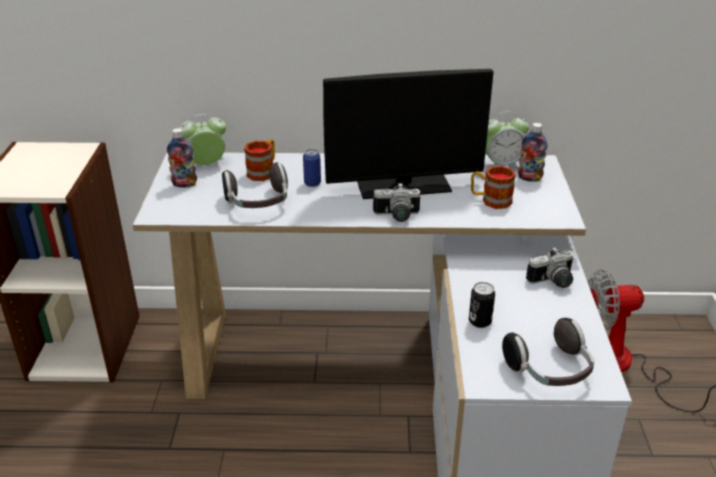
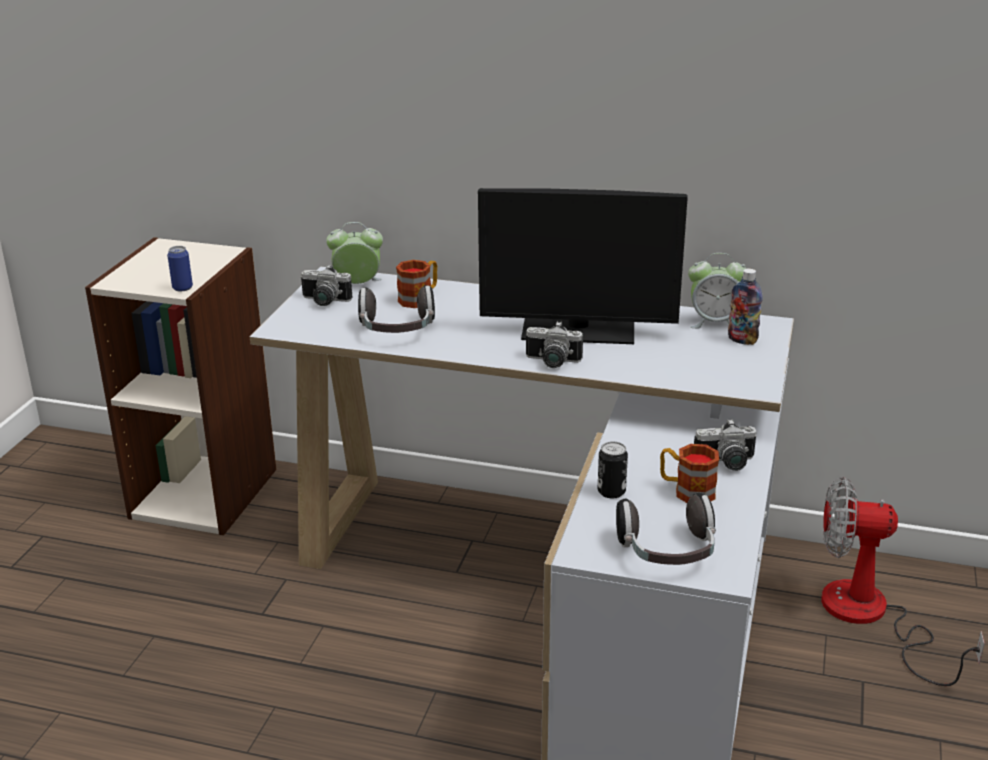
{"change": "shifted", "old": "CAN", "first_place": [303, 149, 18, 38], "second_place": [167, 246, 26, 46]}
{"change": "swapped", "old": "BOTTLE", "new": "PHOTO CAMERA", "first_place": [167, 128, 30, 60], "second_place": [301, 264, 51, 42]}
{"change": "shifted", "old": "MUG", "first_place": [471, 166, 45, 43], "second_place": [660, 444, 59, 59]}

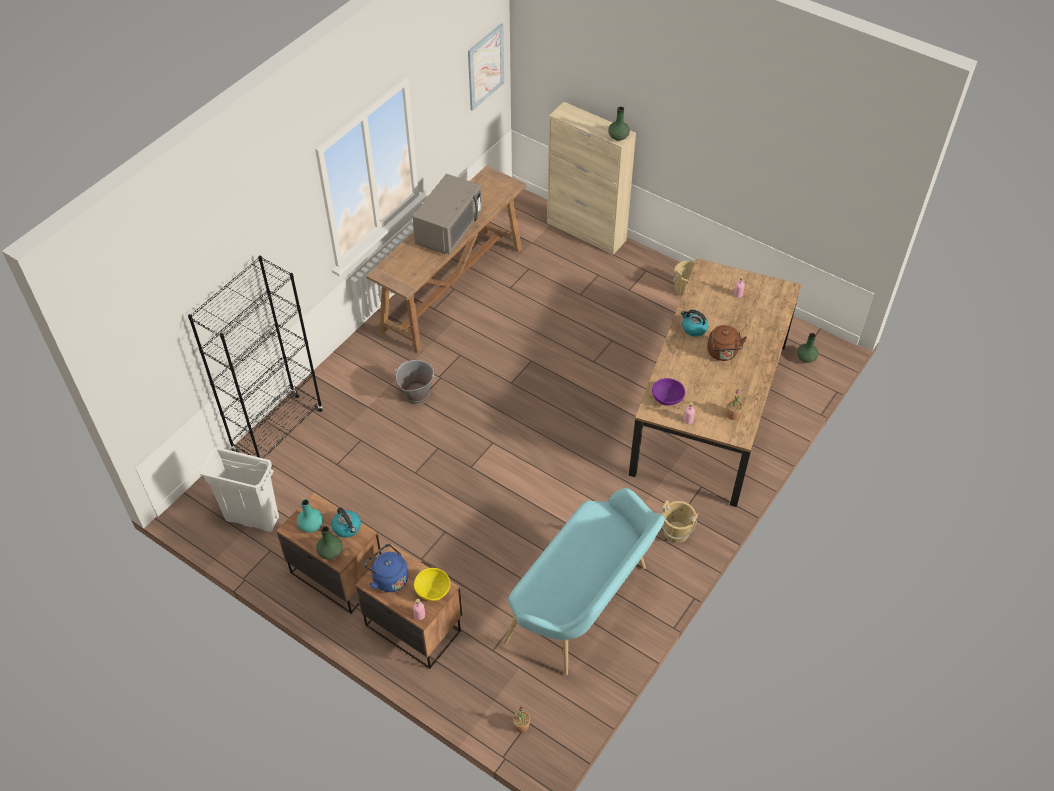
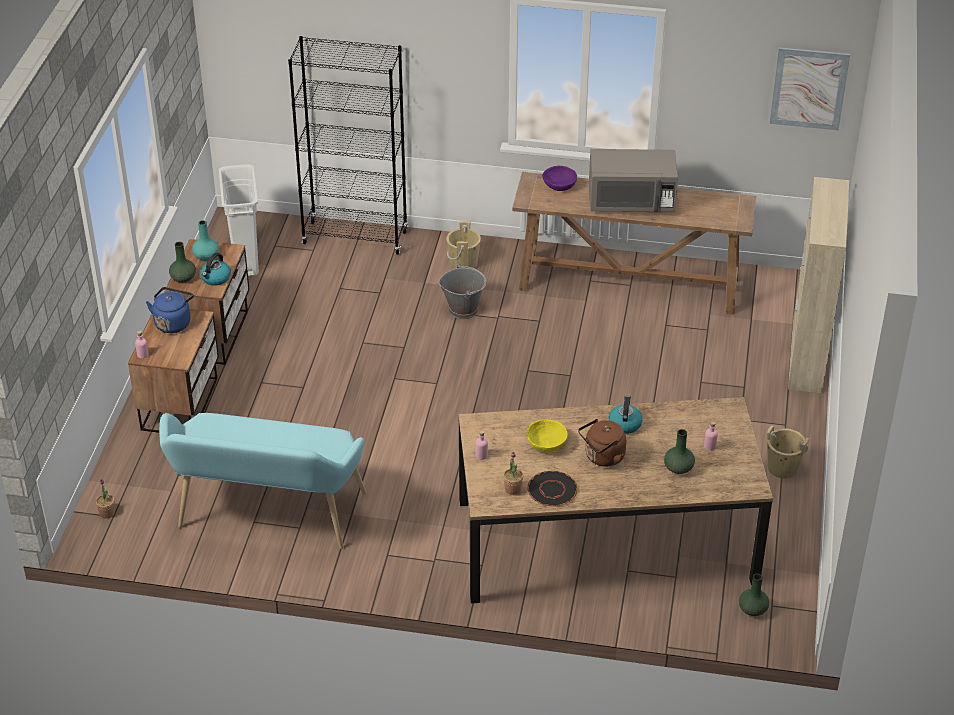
{"change": "shifted", "old": "BEIGE BUCKET", "first_place": [661, 500, 37, 43], "second_place": [446, 221, 35, 48]}
{"change": "shifted", "old": "YELLOW BOWL", "first_place": [414, 568, 36, 33], "second_place": [527, 420, 41, 32]}
{"change": "new", "new": "BLACK PLATE", "second_place": [527, 471, 51, 36]}
{"change": "shifted", "old": "PURPLE BOWL", "first_place": [652, 378, 33, 28], "second_place": [543, 166, 34, 25]}
{"change": "shifted", "old": "GREEN VASE", "first_place": [608, 107, 22, 34], "second_place": [664, 429, 31, 45]}

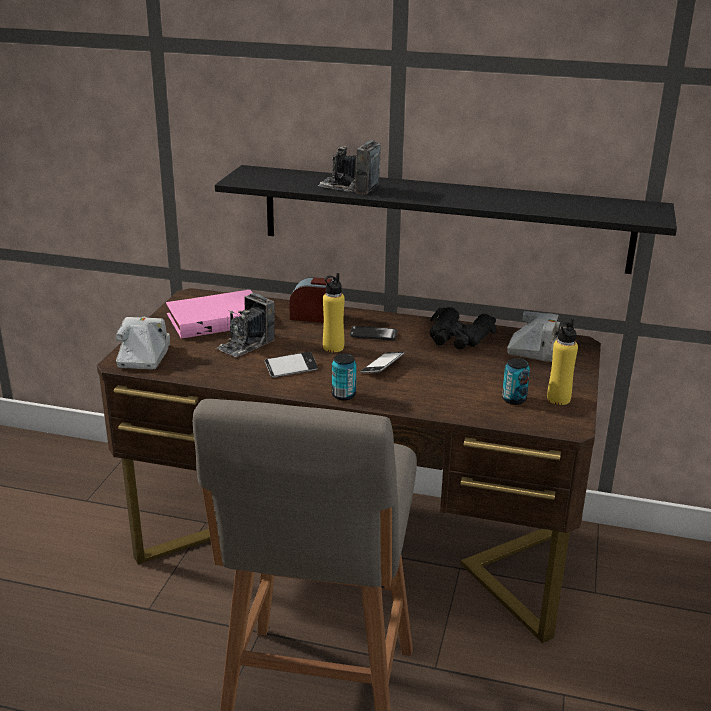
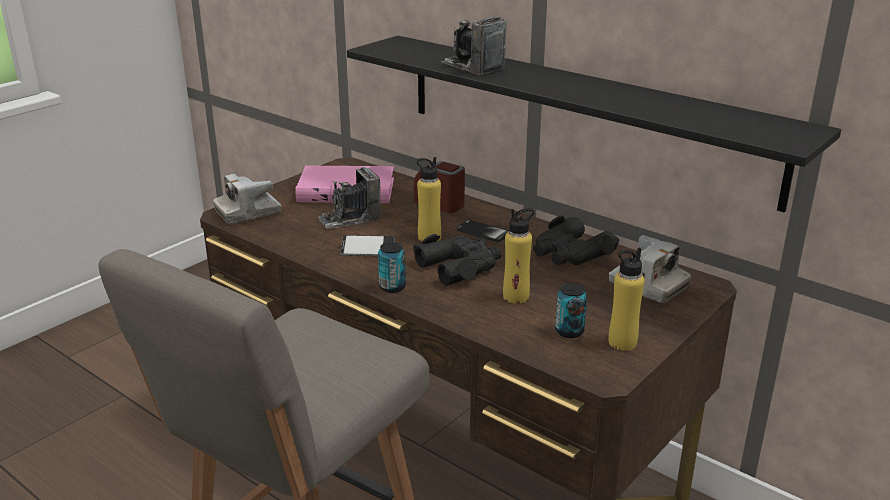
{"change": "rotated", "old": "PHOTO CAMERA", "first_place": [116, 317, 54, 53], "second_place": [213, 174, 68, 50], "degrees": -150}
{"change": "swapped", "old": "PHONE", "new": "BLACK BINOCULARS", "first_place": [360, 352, 44, 21], "second_place": [413, 234, 88, 52]}
{"change": "new", "new": "YELLOW BOTTLE", "second_place": [503, 208, 31, 96]}

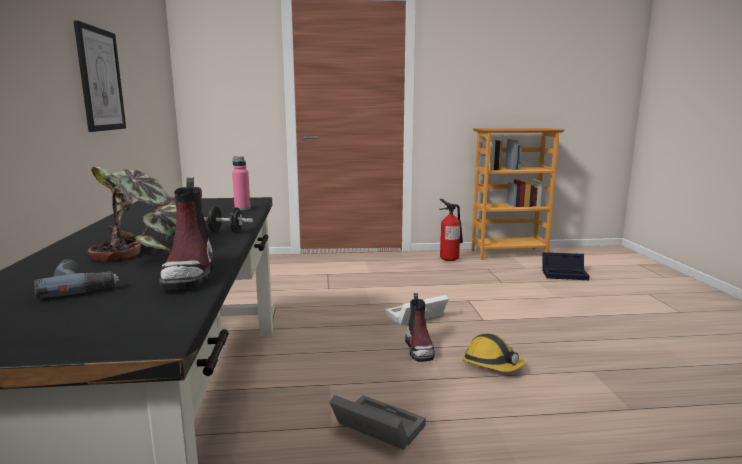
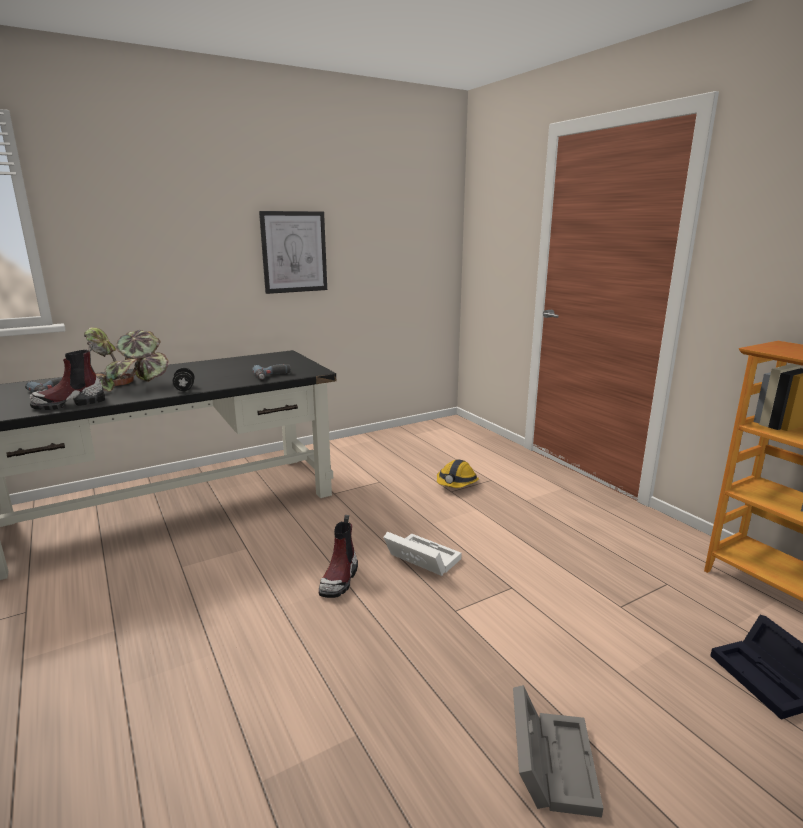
{"change": "swapped", "old": "PINK BOTTLE", "new": "POWER DRILL", "first_place": [232, 156, 19, 54], "second_place": [252, 364, 39, 16]}
{"change": "rotated", "old": "BOOT", "first_place": [405, 293, 30, 69], "second_place": [319, 515, 39, 83], "degrees": -45}
{"change": "shifted", "old": "HARD HAT", "first_place": [462, 333, 63, 39], "second_place": [437, 459, 42, 29]}
{"change": "shifted", "old": "GREY STORAGE BOX", "first_place": [329, 395, 97, 55], "second_place": [513, 685, 90, 132]}
{"change": "gone", "old": "FIRE EXTINGUISHER", "first_place": [439, 199, 24, 62]}

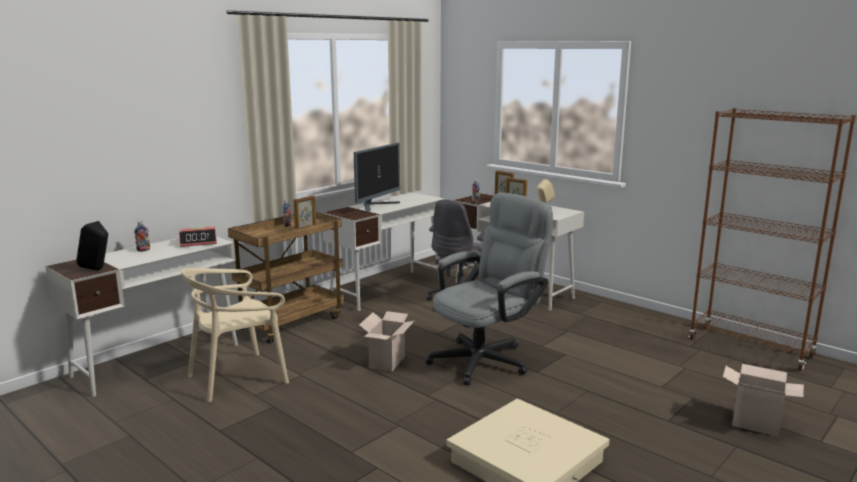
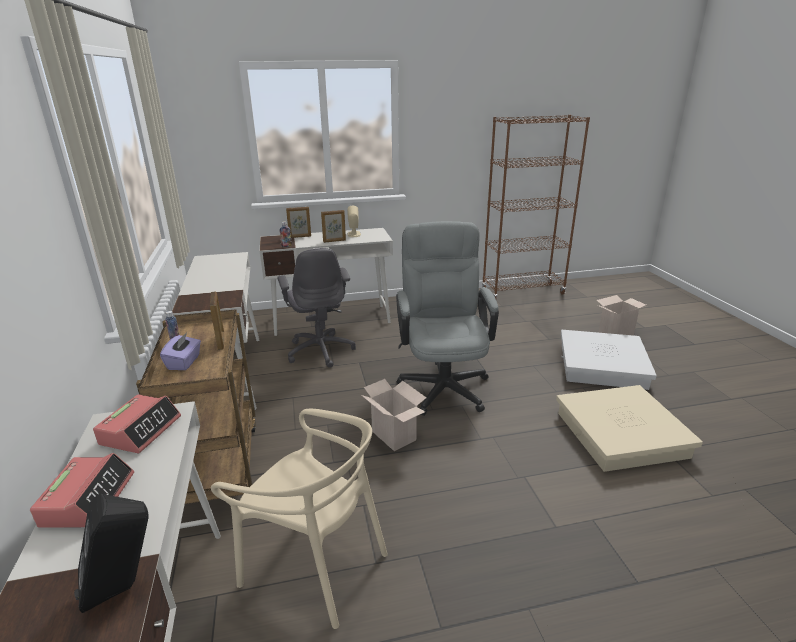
{"change": "swapped", "old": "BOTTLE", "new": "ALARM CLOCK", "first_place": [134, 221, 16, 31], "second_place": [30, 453, 104, 75]}
{"change": "new", "new": "PURPLE TISSUE BOX", "second_place": [160, 332, 41, 38]}
{"change": "rotated", "old": "BEIGE CHAIR", "first_place": [181, 268, 108, 134], "second_place": [211, 409, 177, 220], "degrees": -60}
{"change": "new", "new": "WHITE STORAGE BOX", "second_place": [561, 330, 96, 60]}
{"change": "gone", "old": "MONITOR", "first_place": [354, 143, 46, 70]}

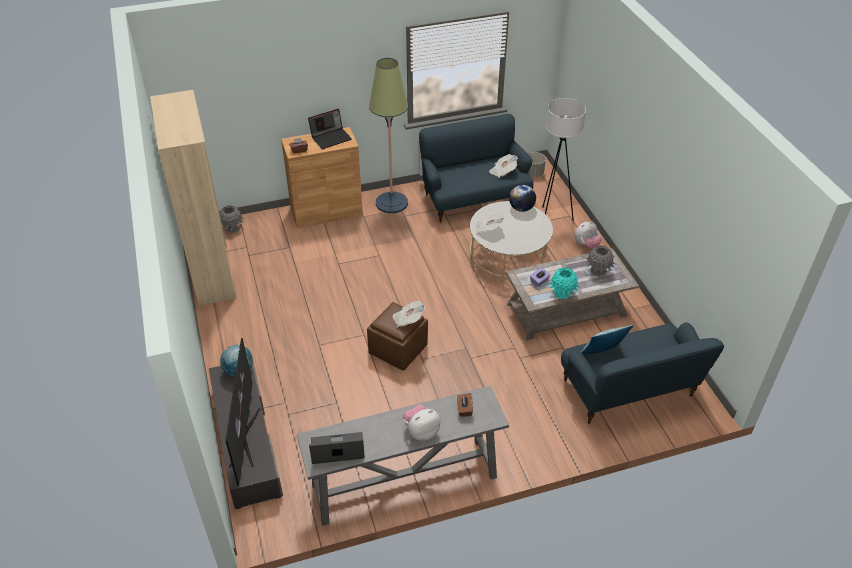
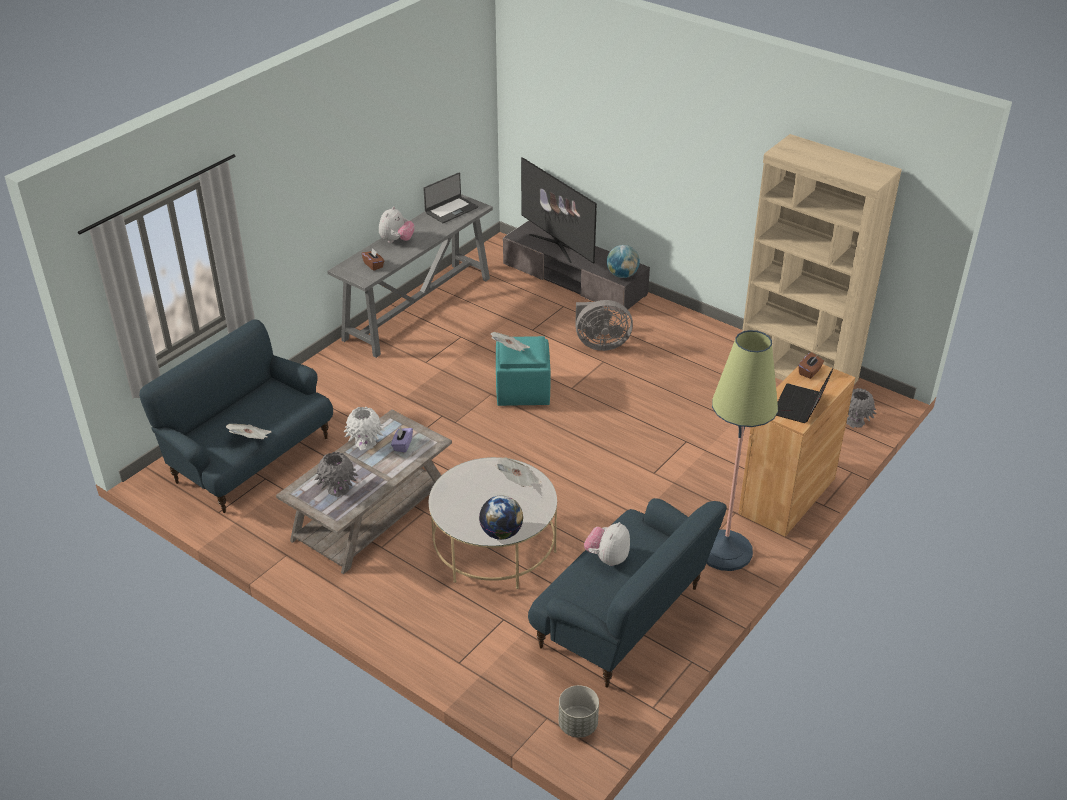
{"change": "shifted", "old": "NEWSPAPER", "first_place": [489, 154, 29, 24], "second_place": [226, 424, 45, 15]}
{"change": "repainted", "old": "TURQUOISE VASE", "new": "WHITE VASE", "first_place": [548, 267, 31, 32], "second_place": [344, 407, 41, 43]}
{"change": "repainted", "old": "BROWN OTTOMAN", "new": "TURQUOISE OTTOMAN", "first_place": [367, 302, 61, 69], "second_place": [496, 336, 55, 70]}
{"change": "new", "new": "GREY FAN", "second_place": [575, 300, 58, 51]}
{"change": "shifted", "old": "PLUSH TOY", "first_place": [574, 221, 28, 28], "second_place": [584, 522, 46, 44]}
{"change": "gone", "old": "WHITE FLOOR LAMP", "first_place": [542, 98, 44, 123]}
{"change": "gone", "old": "PILLOW", "first_place": [581, 325, 52, 29]}

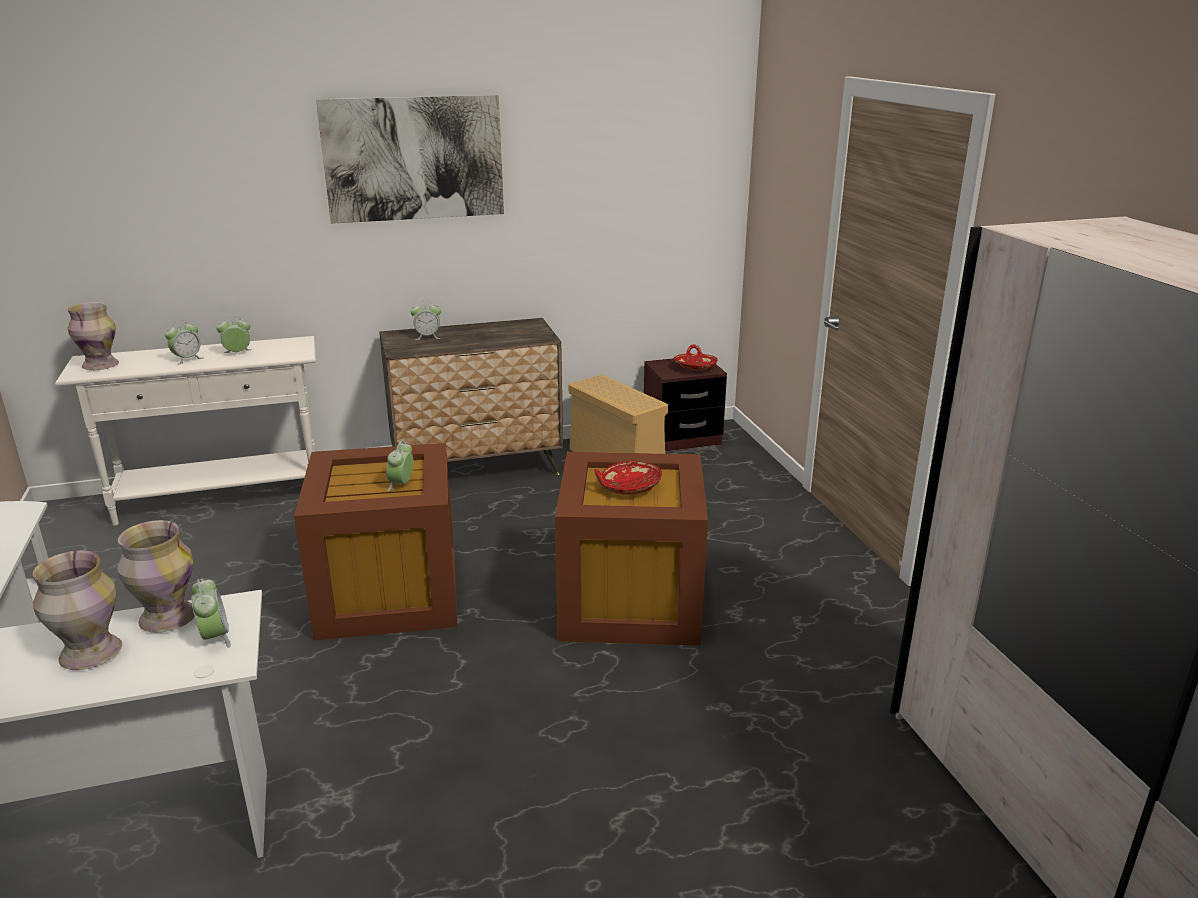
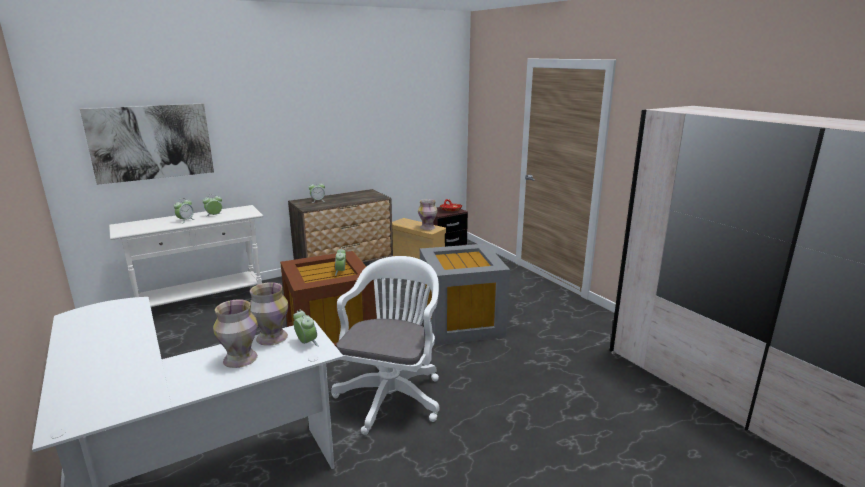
{"change": "shifted", "old": "PICTURE", "first_place": [316, 95, 188, 129], "second_place": [80, 103, 134, 82]}
{"change": "new", "new": "WHITE OFFICE CHAIR", "second_place": [331, 256, 108, 179]}
{"change": "shifted", "old": "VASE", "first_place": [68, 302, 51, 68], "second_place": [418, 199, 20, 31]}
{"change": "repainted", "old": "BROWN STORAGE BOX", "new": "GREY STORAGE BOX", "first_place": [555, 452, 153, 194], "second_place": [420, 244, 90, 102]}
{"change": "gone", "old": "RED BOWL", "first_place": [594, 461, 68, 34]}

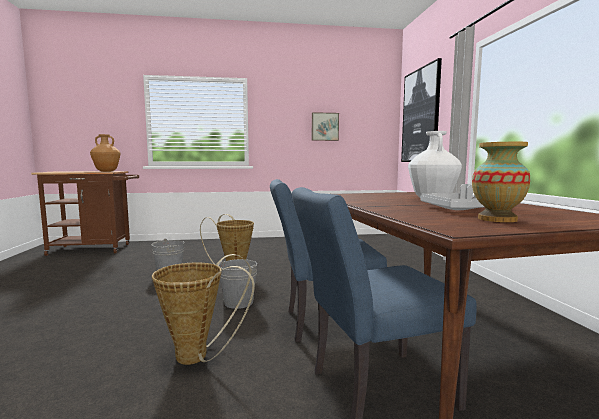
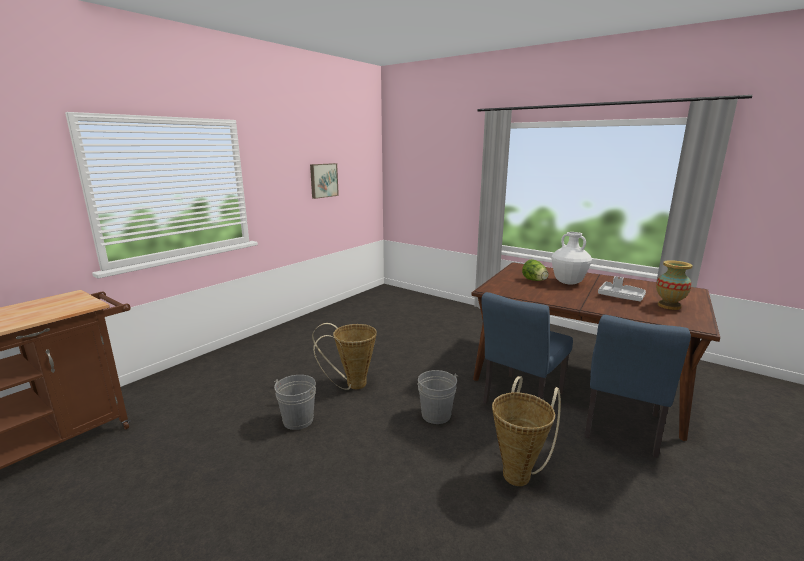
{"change": "new", "new": "LETTUCE", "second_place": [522, 259, 26, 22]}
{"change": "gone", "old": "BROWN VASE", "first_place": [90, 134, 30, 38]}
{"change": "gone", "old": "PICTURE", "first_place": [401, 58, 41, 104]}

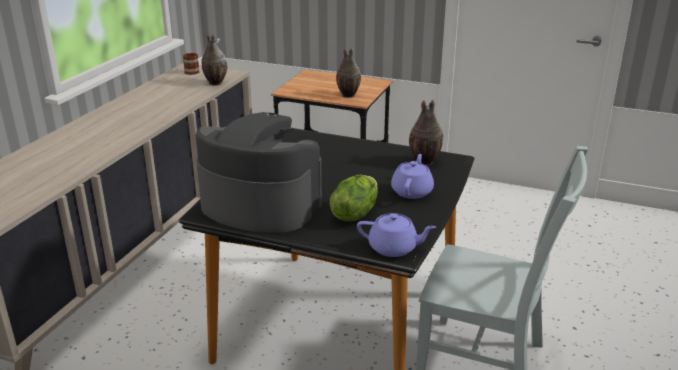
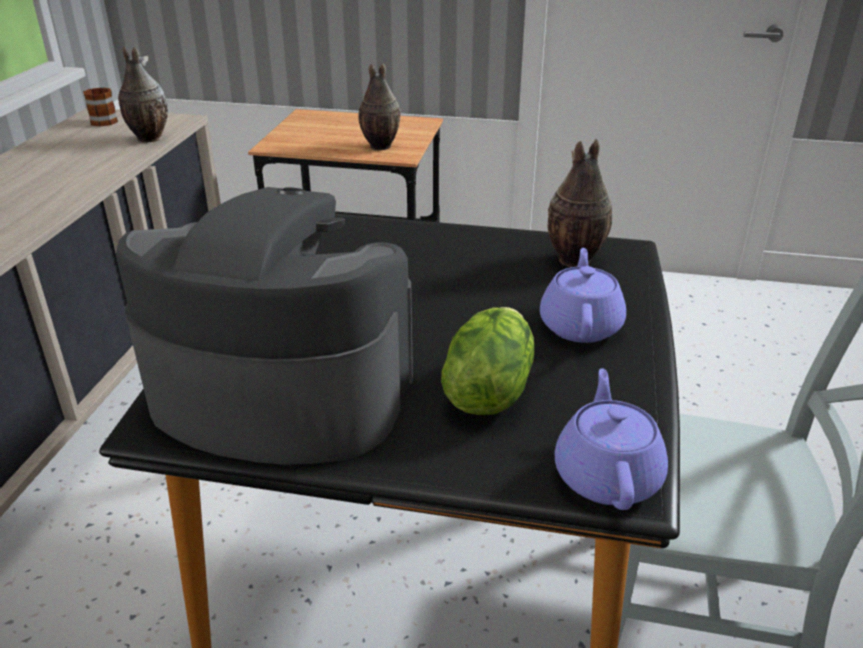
{"change": "rotated", "old": "PURPLE TEAPOT", "first_place": [357, 213, 79, 44], "second_place": [555, 368, 113, 142], "degrees": -90}

